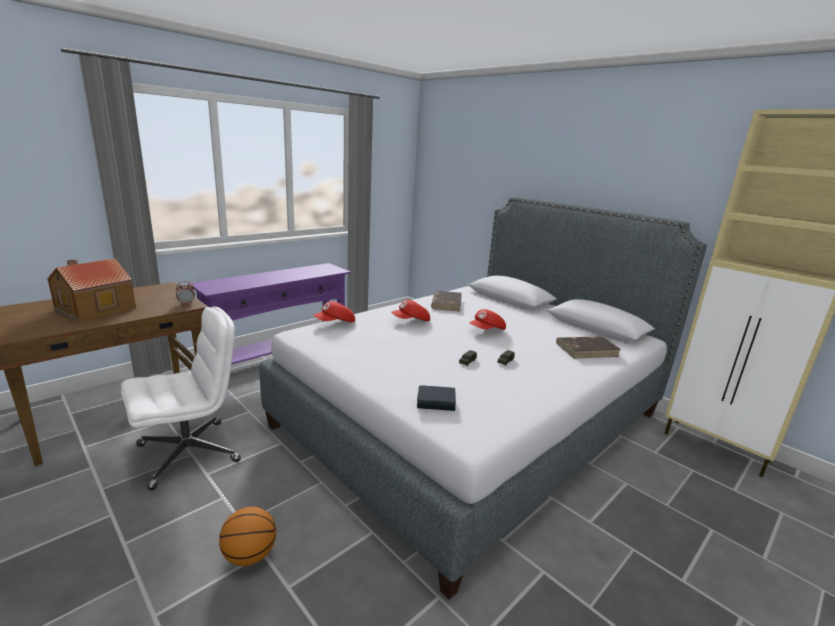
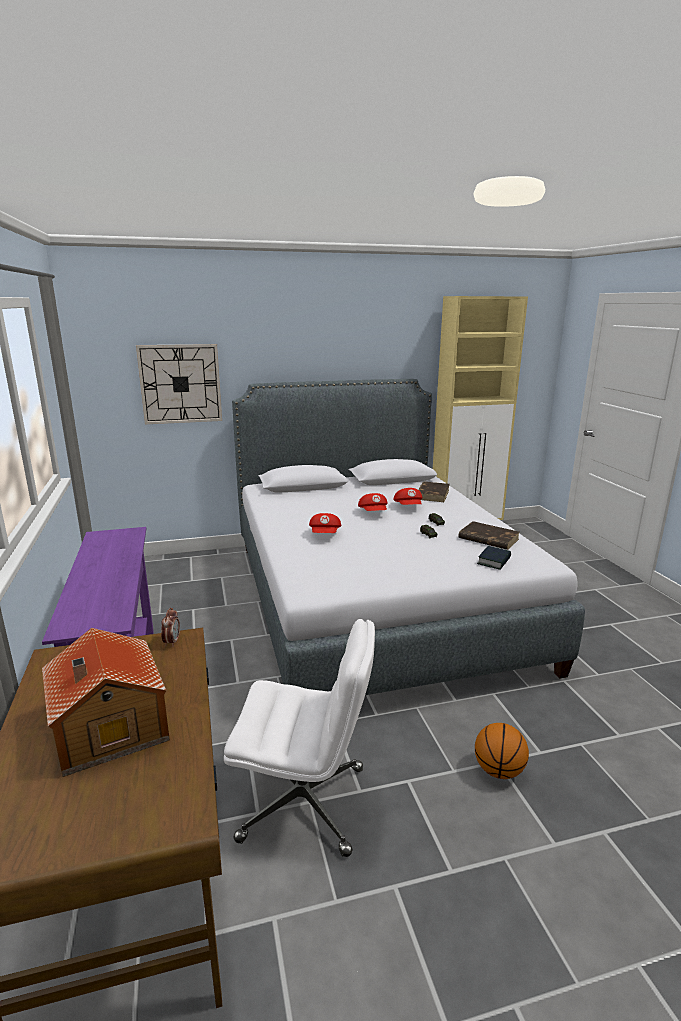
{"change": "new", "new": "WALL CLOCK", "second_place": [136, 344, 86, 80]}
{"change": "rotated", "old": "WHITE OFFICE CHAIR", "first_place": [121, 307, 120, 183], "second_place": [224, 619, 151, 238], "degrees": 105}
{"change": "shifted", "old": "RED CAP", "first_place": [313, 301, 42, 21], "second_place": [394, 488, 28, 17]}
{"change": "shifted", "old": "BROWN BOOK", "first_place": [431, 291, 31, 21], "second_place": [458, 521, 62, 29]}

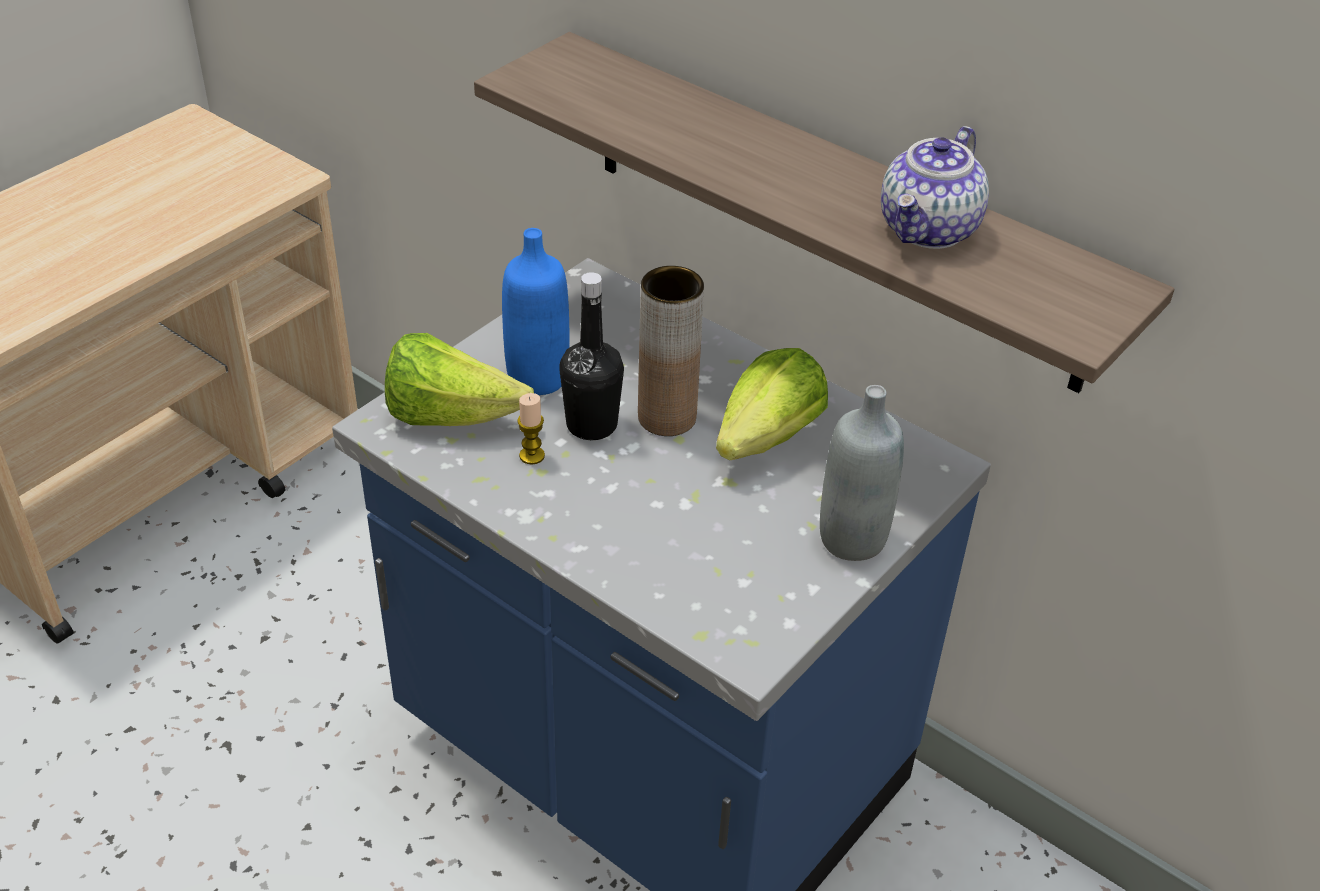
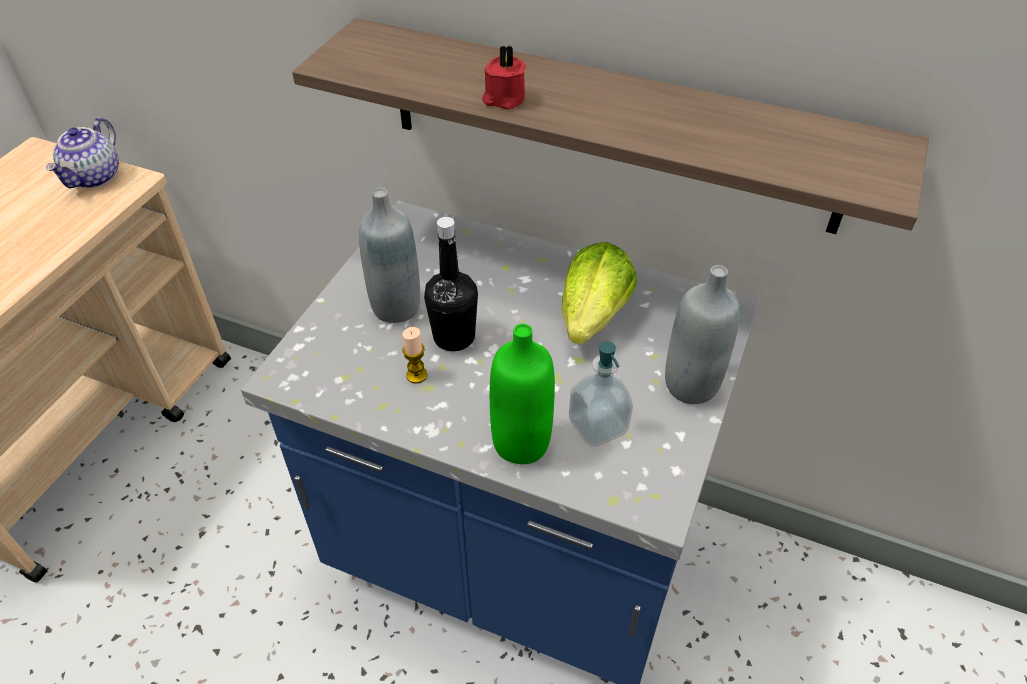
{"change": "shifted", "old": "TEAPOT", "first_place": [881, 126, 108, 123], "second_place": [46, 117, 73, 71]}
{"change": "repainted", "old": "BLUE BOTTLE", "new": "GREY BOTTLE", "first_place": [502, 228, 67, 167], "second_place": [359, 188, 61, 135]}
{"change": "new", "new": "RED CANDLE", "second_place": [482, 45, 44, 65]}
{"change": "new", "new": "GREEN BOTTLE", "second_place": [490, 324, 65, 140]}
{"change": "new", "new": "SOAP DISPENSER", "second_place": [569, 341, 64, 105]}
{"change": "gone", "old": "LETTUCE", "first_place": [385, 333, 149, 93]}
{"change": "gone", "old": "BROWN VASE", "first_place": [638, 266, 66, 170]}

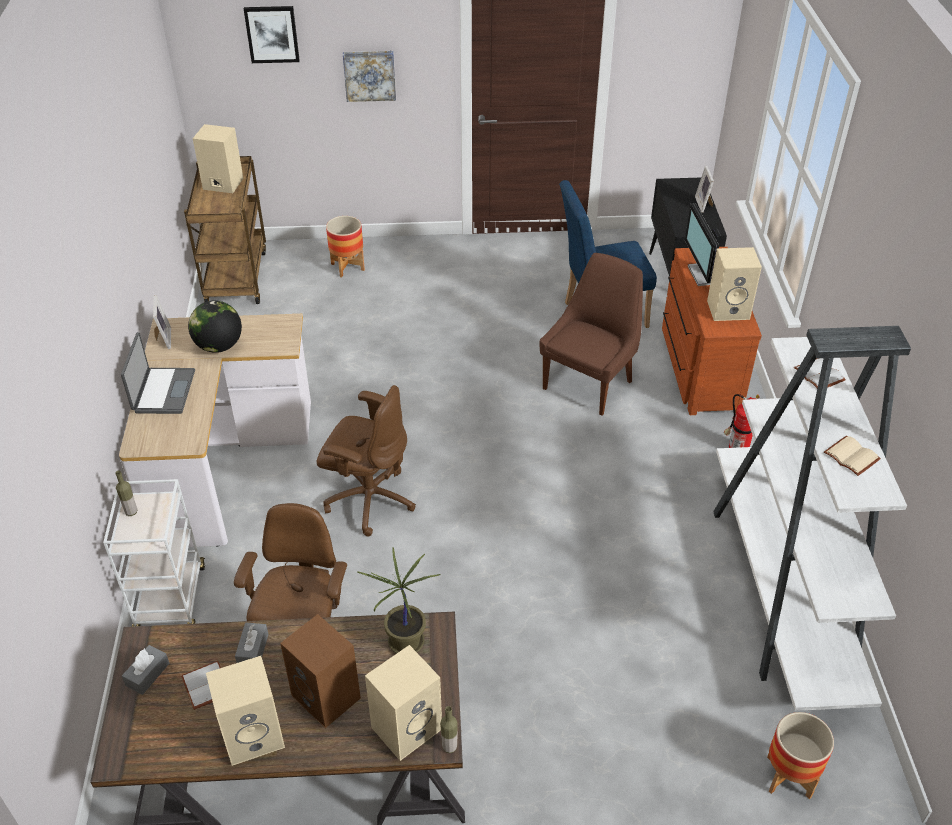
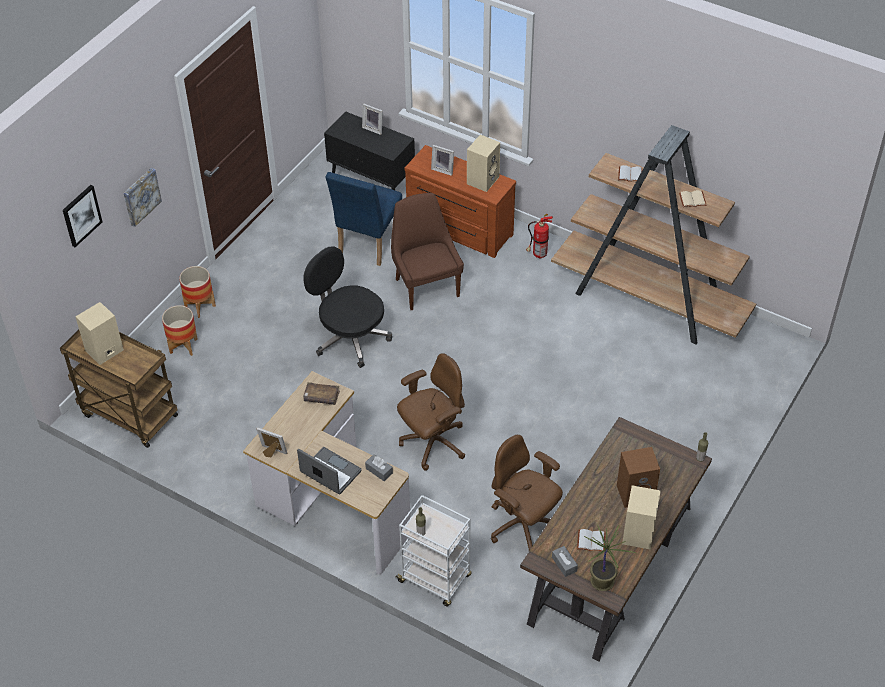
{"change": "shifted", "old": "PLANTER", "first_place": [767, 712, 67, 87], "second_place": [179, 266, 37, 52]}
{"change": "new", "new": "BLACK OFFICE CHAIR", "second_place": [303, 246, 89, 122]}
{"change": "new", "new": "BROWN BOOK", "second_place": [303, 382, 37, 23]}
{"change": "shifted", "old": "GREY TISSUE BOX", "first_place": [235, 622, 34, 41], "second_place": [365, 454, 28, 27]}
{"change": "swapped", "old": "MONITOR", "new": "PICTURE FRAME", "first_place": [685, 203, 36, 83], "second_place": [431, 145, 23, 31]}
{"change": "repainted", "old": "WHITE BOOKCASE", "new": "BROWN BOOKCASE", "first_place": [713, 326, 198, 385], "second_place": [551, 125, 205, 220]}
{"change": "shifted", "old": "POTTED PLANT", "first_place": [356, 547, 85, 107], "second_place": [584, 525, 52, 66]}
{"change": "gone", "old": "GLOBE", "first_place": [188, 300, 54, 53]}
{"change": "gone", "old": "BEIGE SPEAKER", "first_place": [365, 645, 77, 116]}

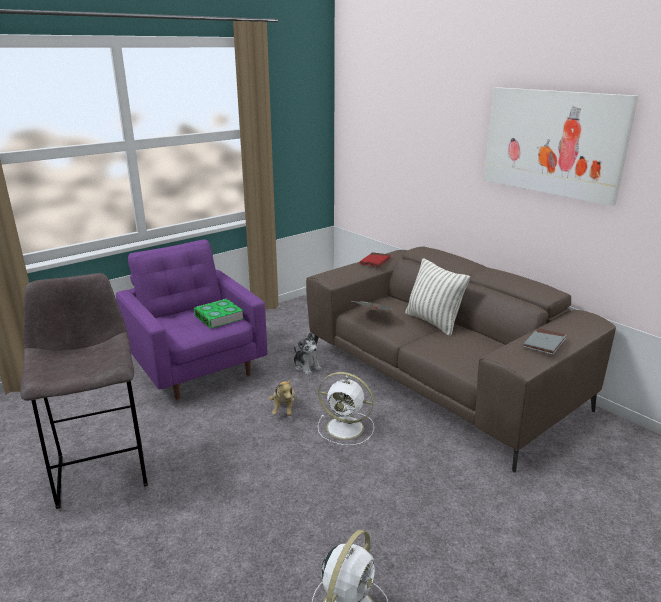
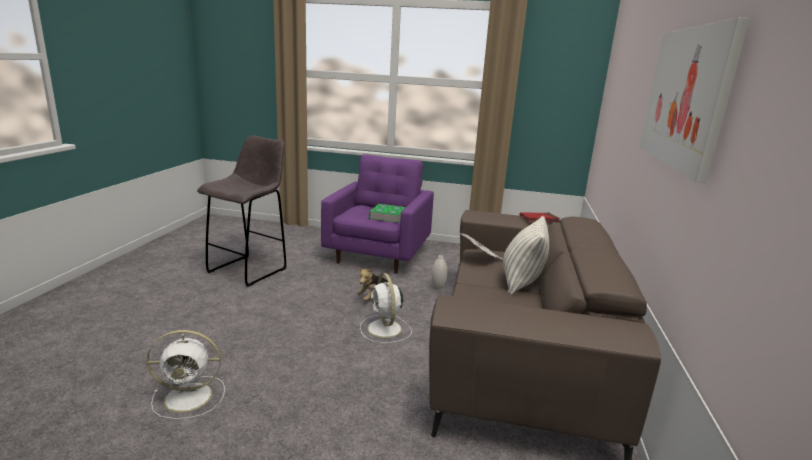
{"change": "swapped", "old": "PLUSH TOY", "new": "WHITE VASE", "first_place": [294, 333, 28, 42], "second_place": [431, 255, 16, 35]}
{"change": "gone", "old": "GREY BOOK", "first_place": [523, 328, 43, 27]}

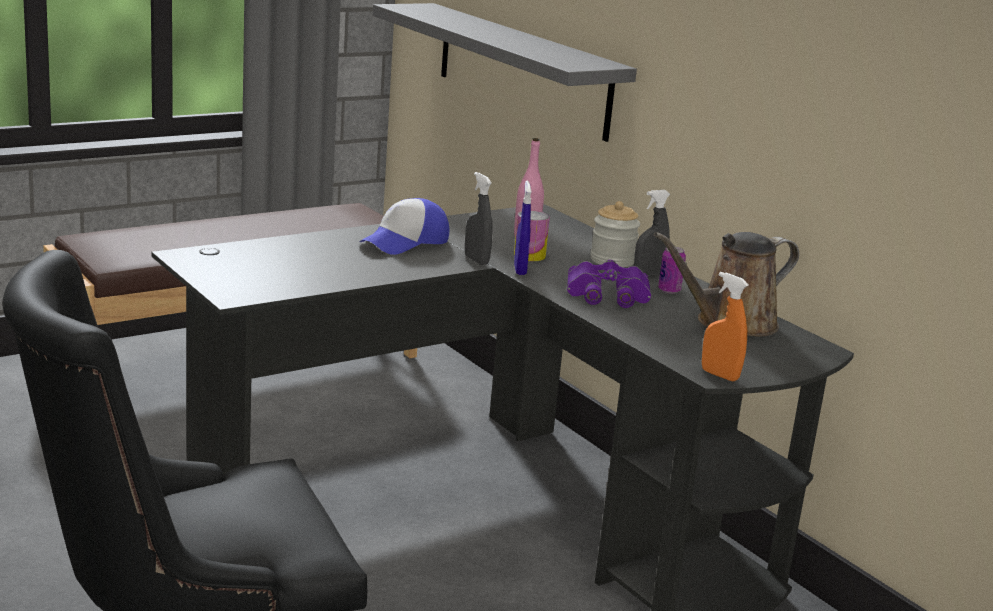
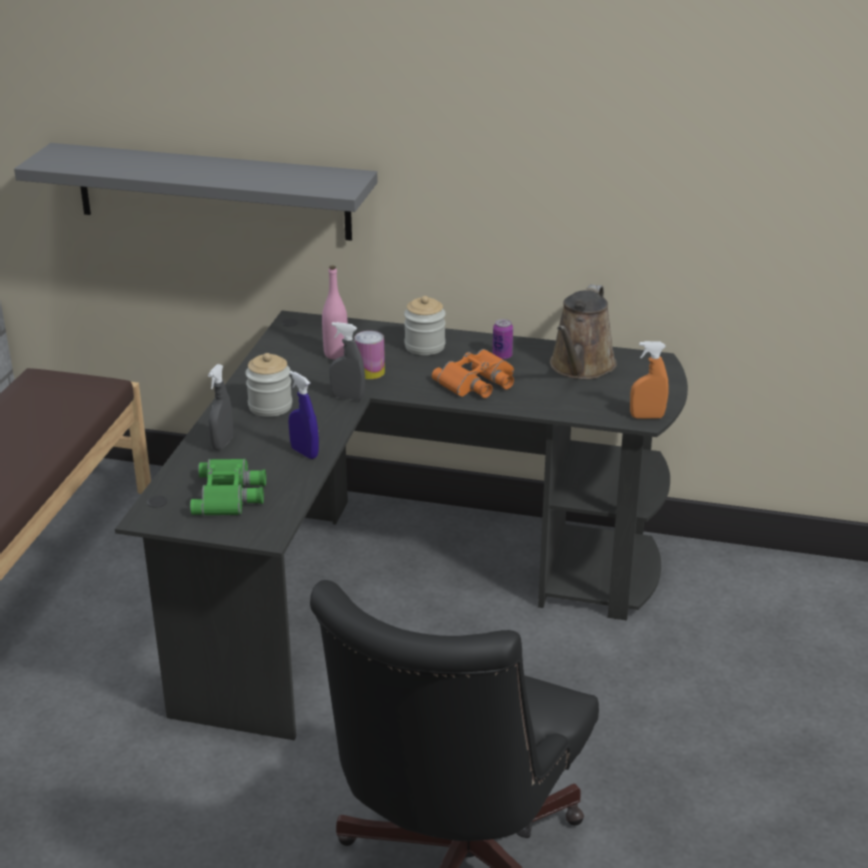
{"change": "new", "new": "GREEN BINOCULARS", "second_place": [190, 459, 76, 57]}
{"change": "shifted", "old": "GREY SPRAY BOTTLE", "first_place": [634, 190, 36, 86], "second_place": [208, 364, 25, 86]}
{"change": "swapped", "old": "CAP", "new": "JAR", "first_place": [360, 198, 90, 57], "second_place": [245, 353, 47, 64]}
{"change": "shifted", "old": "BLUE SPRAY BOTTLE", "first_place": [514, 180, 17, 95], "second_place": [288, 371, 31, 88]}
{"change": "repainted", "old": "PURPLE BINOCULARS", "new": "ORANGE BINOCULARS", "first_place": [567, 259, 84, 49], "second_place": [432, 349, 82, 49]}

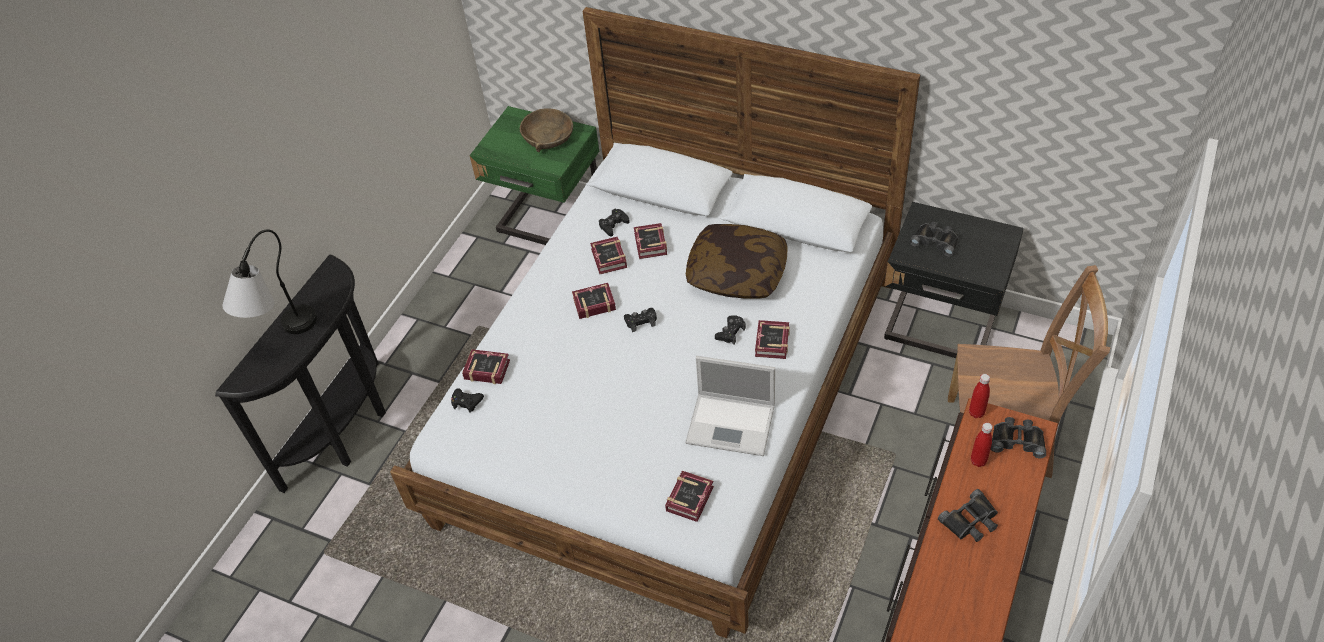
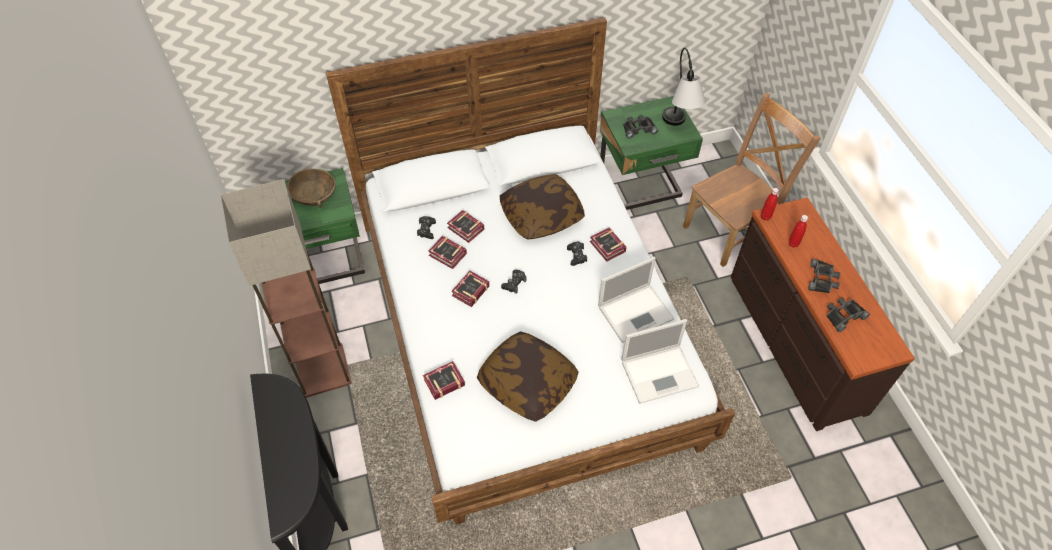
{"change": "new", "new": "FLOOR LAMP", "second_place": [220, 179, 132, 219]}
{"change": "new", "new": "PILLOW", "second_place": [477, 331, 102, 91]}
{"change": "repainted", "old": "BLACK NIGHTSTAND", "new": "GREEN NIGHTSTAND", "first_place": [884, 202, 140, 156], "second_place": [600, 96, 103, 114]}
{"change": "swapped", "old": "BOOK", "new": "LAPTOP", "first_place": [665, 471, 49, 51], "second_place": [621, 319, 78, 85]}
{"change": "shifted", "old": "TABLE LAMP", "first_place": [222, 229, 95, 105], "second_place": [662, 48, 44, 78]}
{"change": "shifted", "old": "BLACK BINOCULARS", "first_place": [991, 417, 55, 41], "second_place": [826, 298, 44, 34]}
{"change": "gone", "old": "BLACK GAME CONTROLLER", "first_place": [451, 388, 33, 25]}

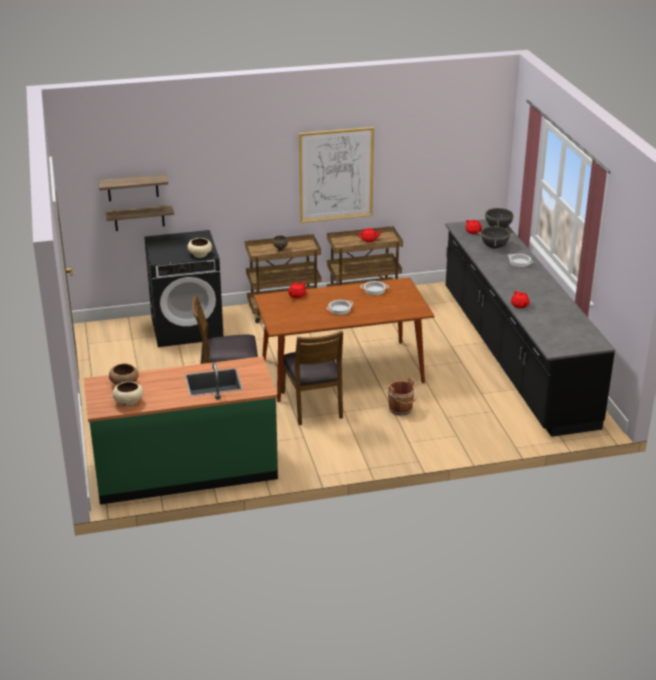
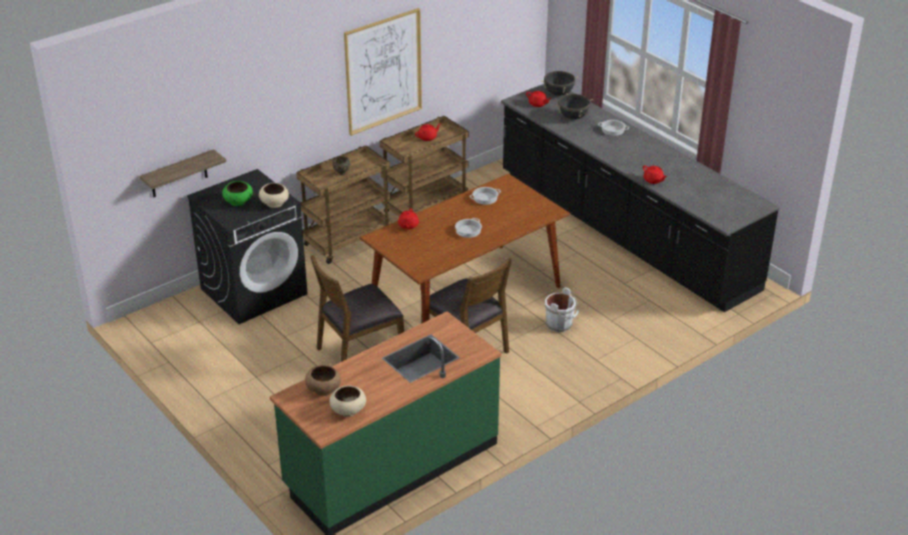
{"change": "new", "new": "GREEN BOWL", "second_place": [222, 181, 31, 25]}
{"change": "repainted", "old": "BROWN BUCKET", "new": "WHITE BUCKET", "first_place": [387, 378, 30, 38], "second_place": [545, 288, 34, 44]}
{"change": "gone", "old": "SHELF", "first_place": [98, 174, 70, 27]}

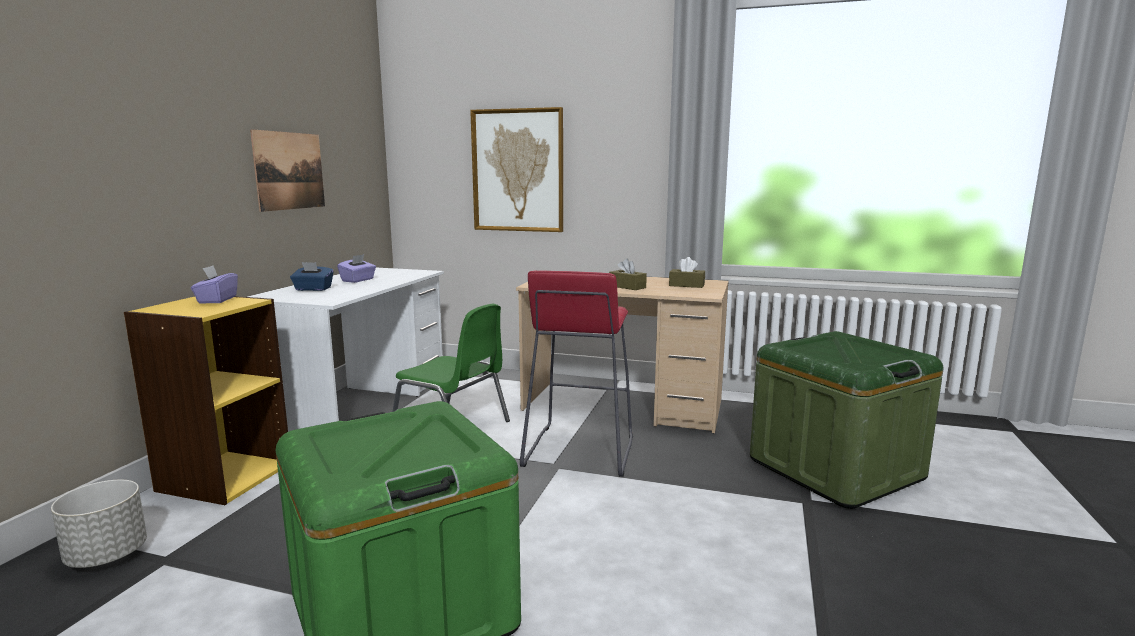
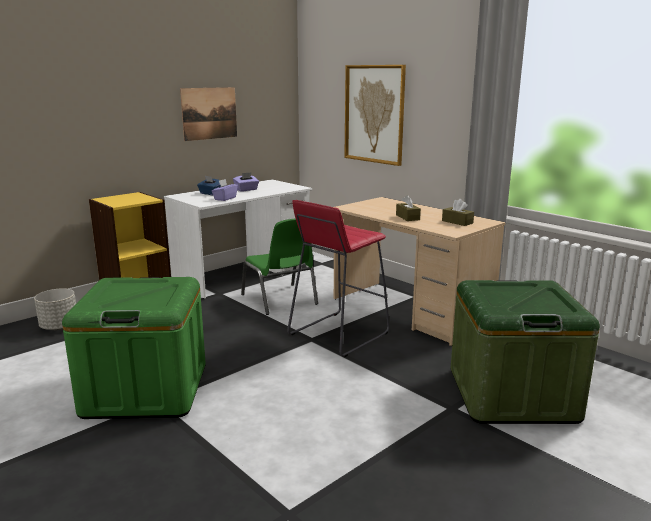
{"change": "shifted", "old": "PURPLE TISSUE BOX", "first_place": [191, 265, 47, 38], "second_place": [212, 179, 26, 22]}

